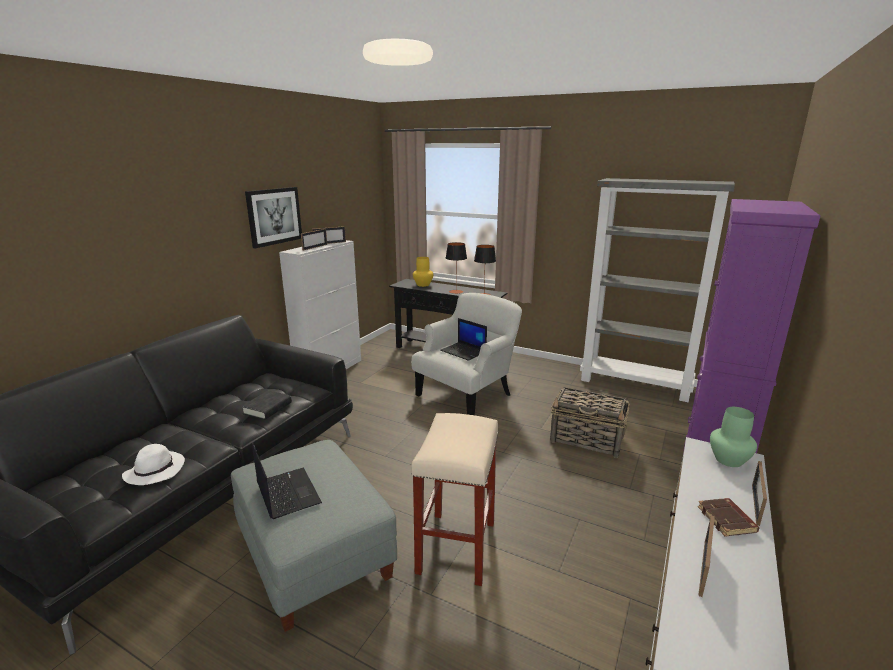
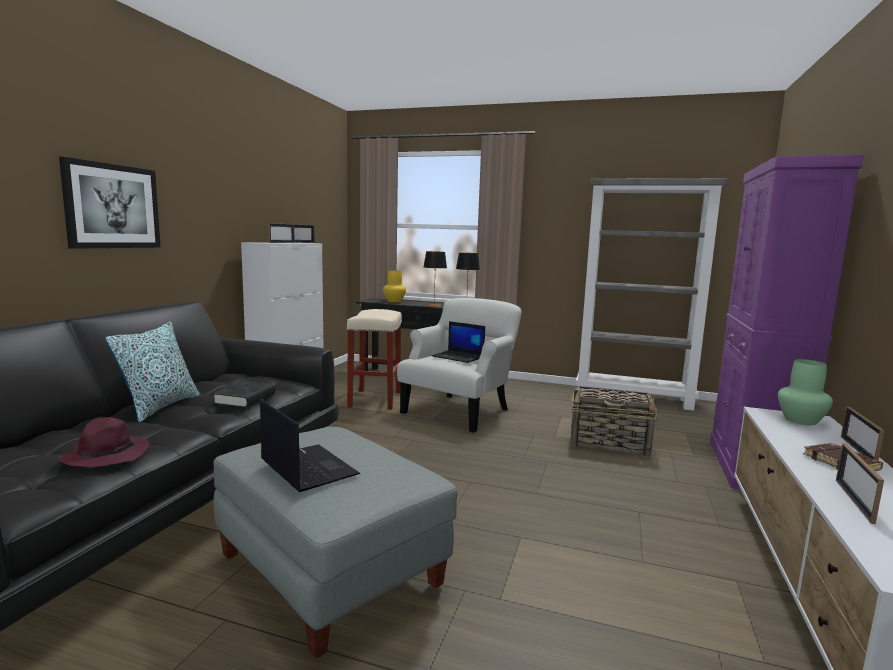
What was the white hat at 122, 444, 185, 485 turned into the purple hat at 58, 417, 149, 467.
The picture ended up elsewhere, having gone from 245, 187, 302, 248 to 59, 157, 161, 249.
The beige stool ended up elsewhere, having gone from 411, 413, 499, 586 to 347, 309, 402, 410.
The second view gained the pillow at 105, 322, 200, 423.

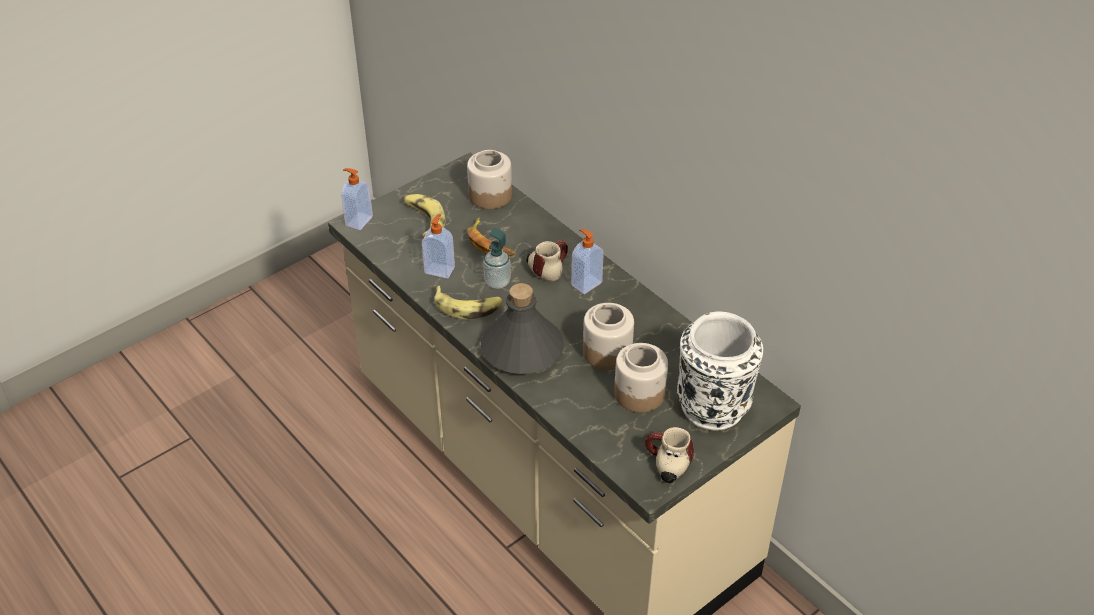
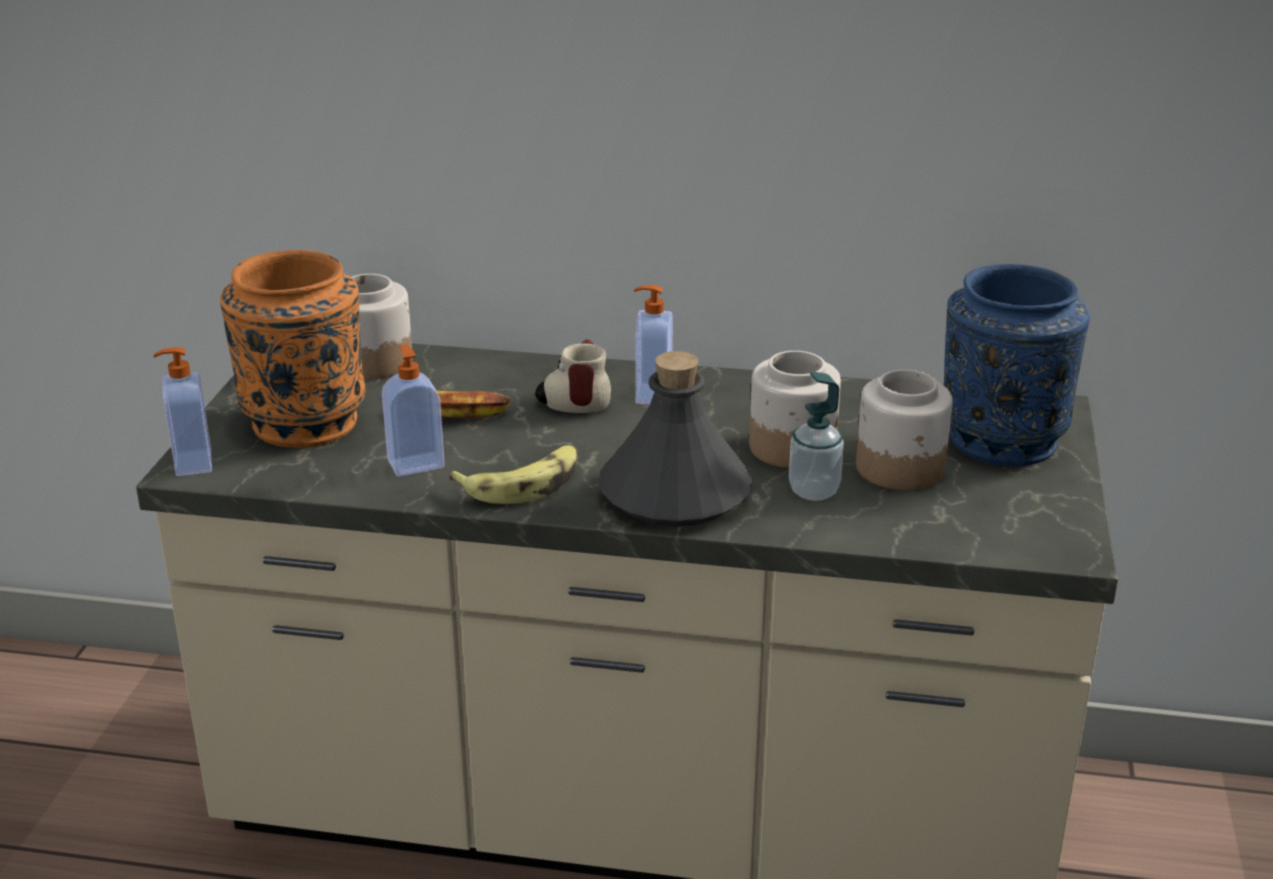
Where the banana stood at 403, 194, 445, 236, the orange vase came to stand at 220, 250, 366, 448.
The soap dispenser ended up elsewhere, having gone from 483, 227, 511, 289 to 789, 371, 844, 501.
The second view lost the mug at 645, 427, 694, 483.
What was the white vase at 677, 312, 763, 431 turned into the blue vase at 944, 264, 1090, 467.

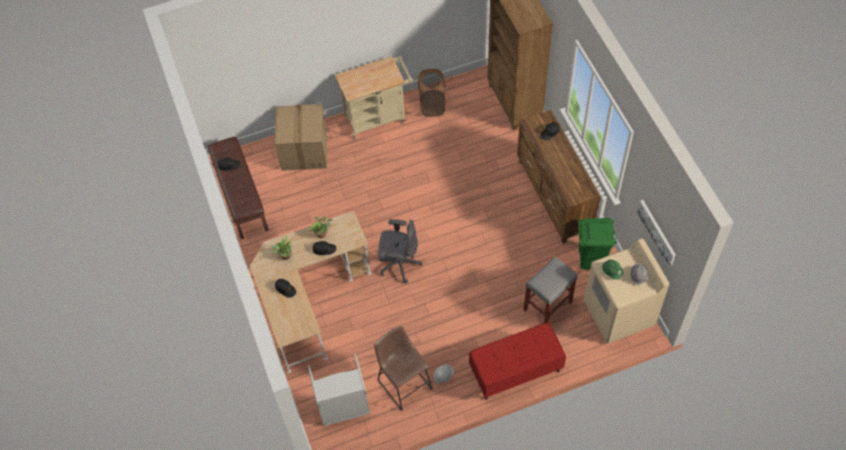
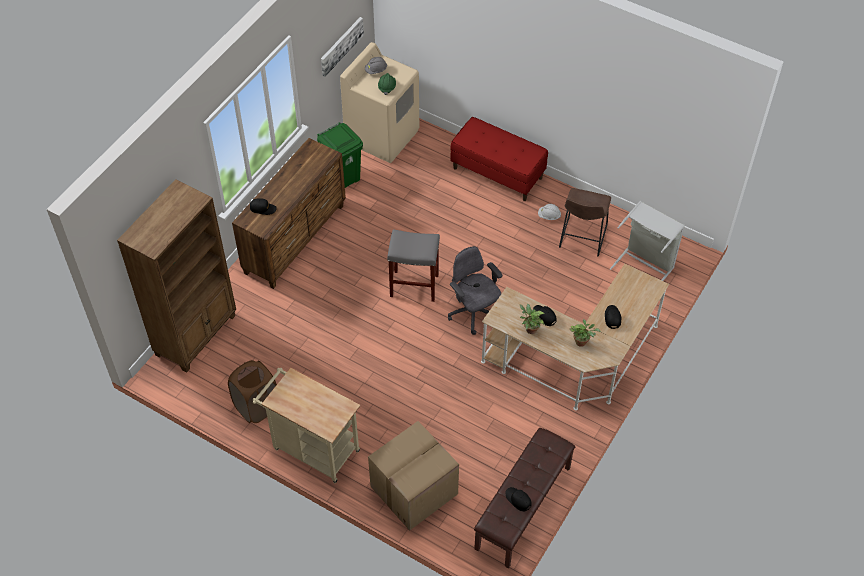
The grey stool ended up elsewhere, having gone from 523, 256, 578, 323 to 387, 229, 440, 302.

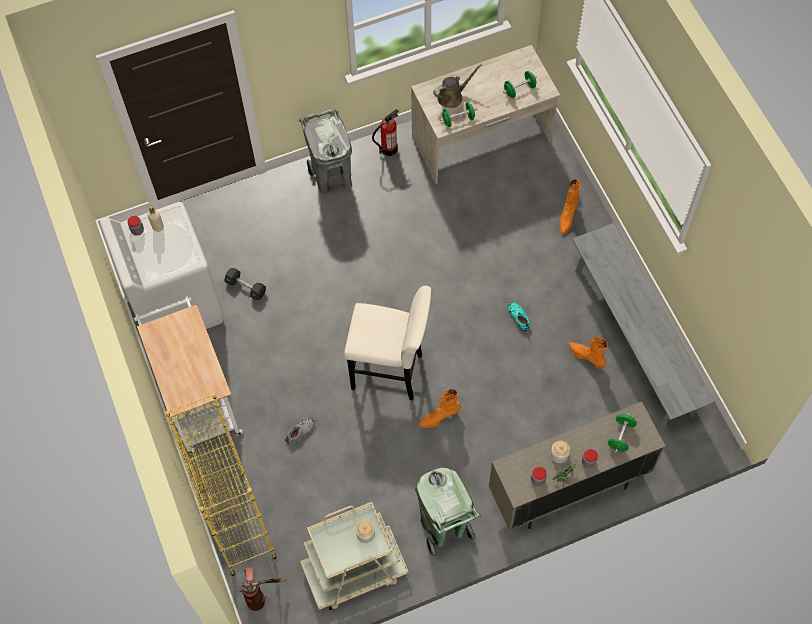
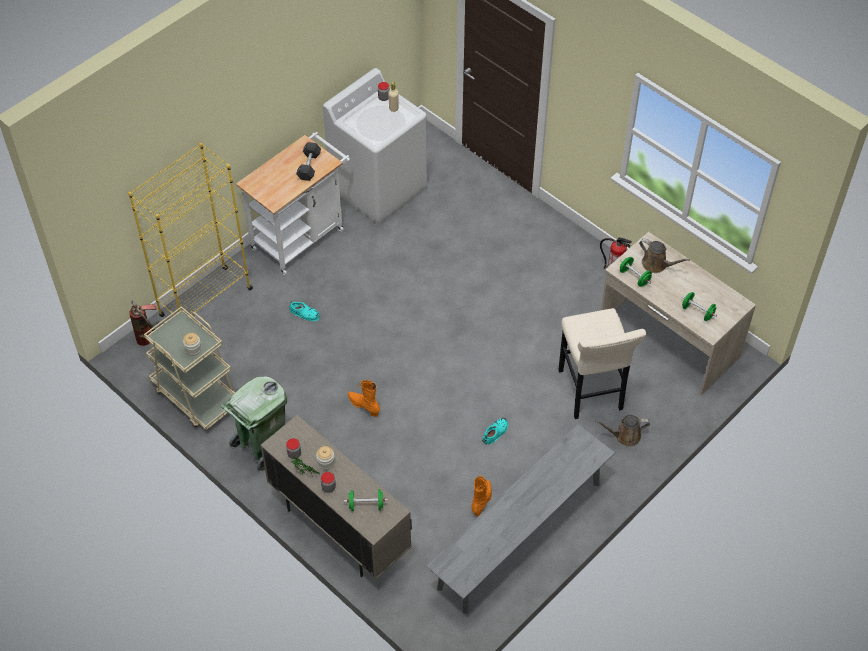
The black dumbbell ended up elsewhere, having gone from 224, 268, 266, 300 to 296, 142, 321, 181.
What was the grey shoe at 285, 417, 316, 444 turned into the turquoise shoe at 289, 301, 320, 321.
The second view lost the grey trash can at 299, 109, 352, 194.
The beige stool ended up elsewhere, having gone from 344, 286, 431, 400 to 558, 308, 646, 419.
Where the orange boot stood at 559, 179, 581, 234, the brown watering can came to stand at 595, 415, 650, 446.

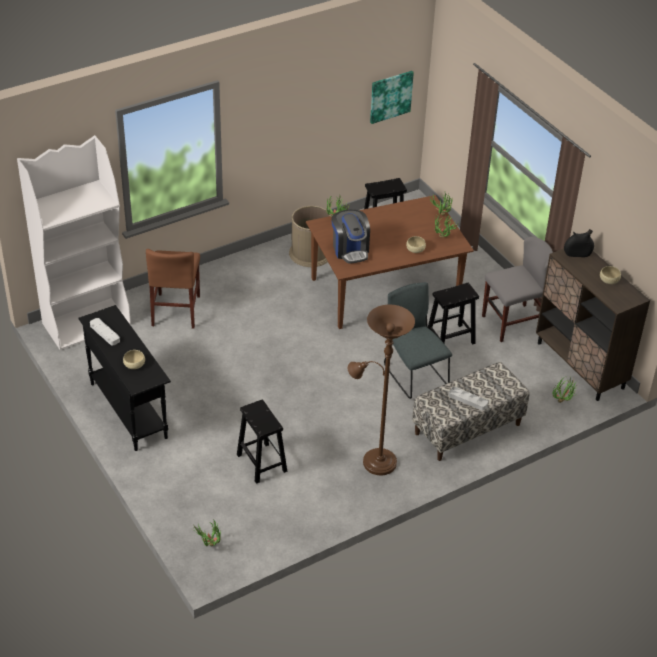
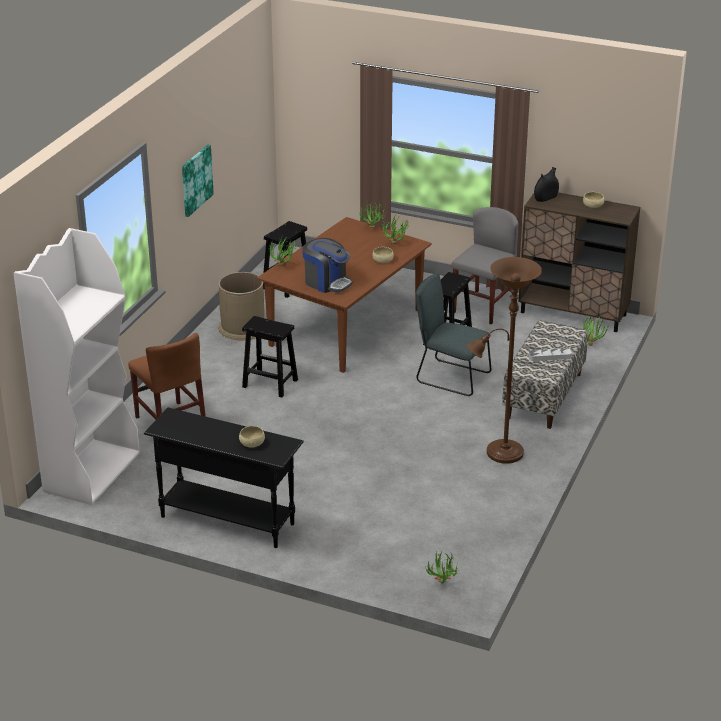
The second view lost the grey tray at 90, 318, 120, 346.
The black stool ended up elsewhere, having gone from 237, 399, 287, 484 to 242, 316, 298, 398.
The picture ended up elsewhere, having gone from 370, 71, 414, 124 to 182, 145, 214, 217.

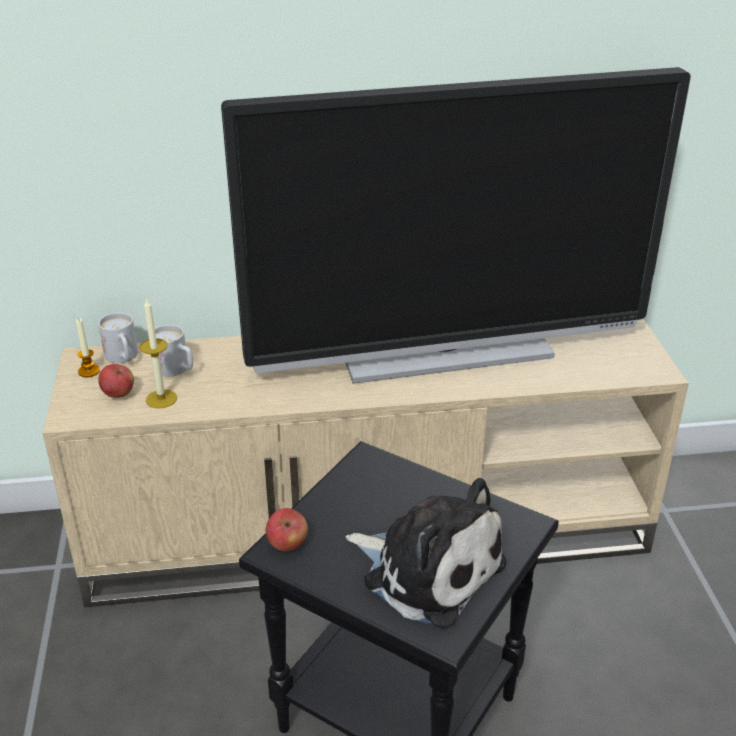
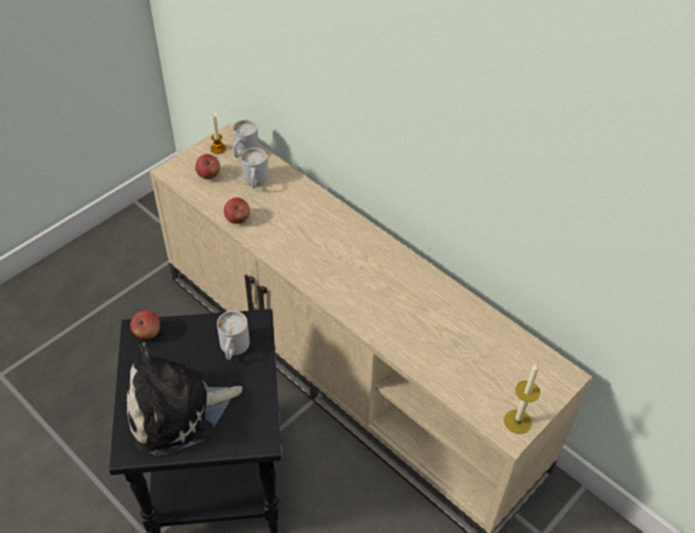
The candle ended up elsewhere, having gone from 140, 298, 177, 408 to 504, 363, 540, 434.
The second view lost the television at 221, 67, 691, 384.
The plush toy at 346, 478, 506, 629 ended up facing another way, 75 degrees clockwise from before.
The second view gained the white mug at 217, 311, 250, 360.
The second view gained the apple at 224, 198, 250, 224.

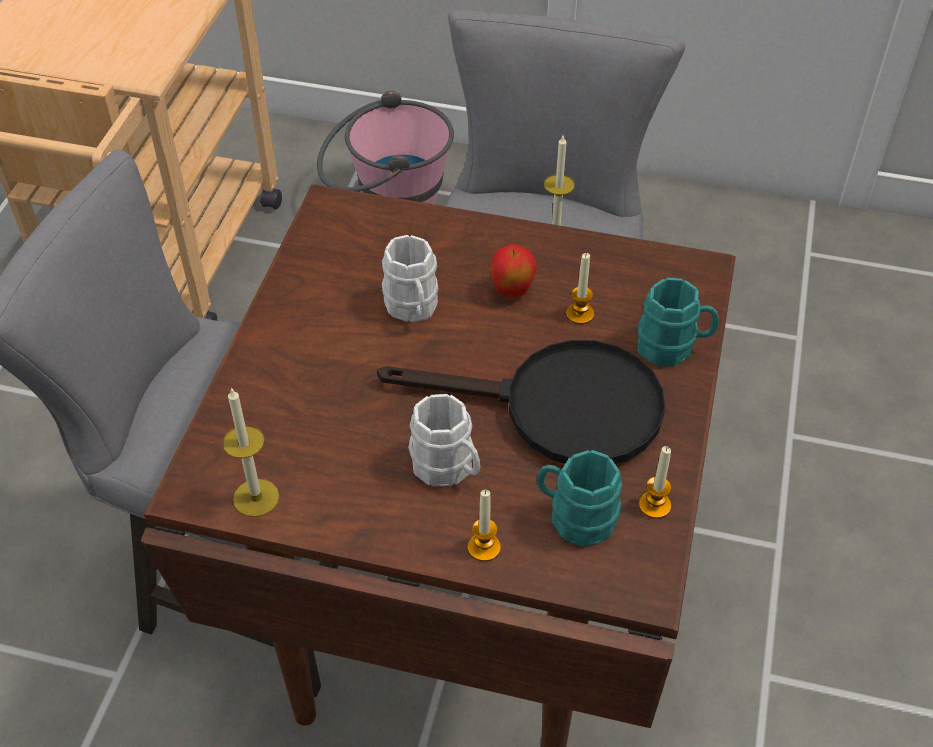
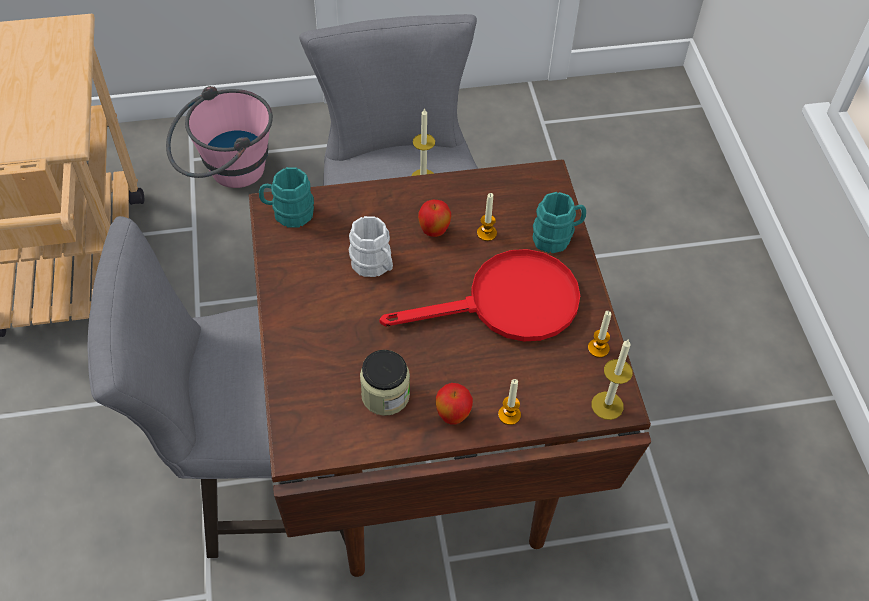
The candle ended up elsewhere, having gone from 223, 387, 279, 517 to 592, 339, 633, 420.
What was the black frying pan at 377, 340, 665, 464 turned into the red frying pan at 379, 249, 580, 342.
The second view lost the white mug at 408, 394, 480, 487.
The turquoise mug ended up elsewhere, having gone from 537, 450, 622, 547 to 259, 167, 314, 228.
The second view gained the jar at 360, 350, 410, 416.
The second view gained the apple at 436, 383, 473, 425.

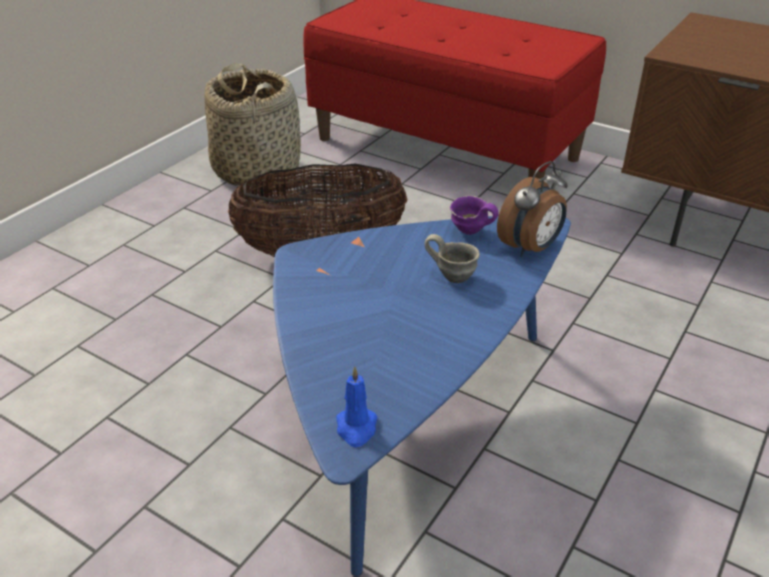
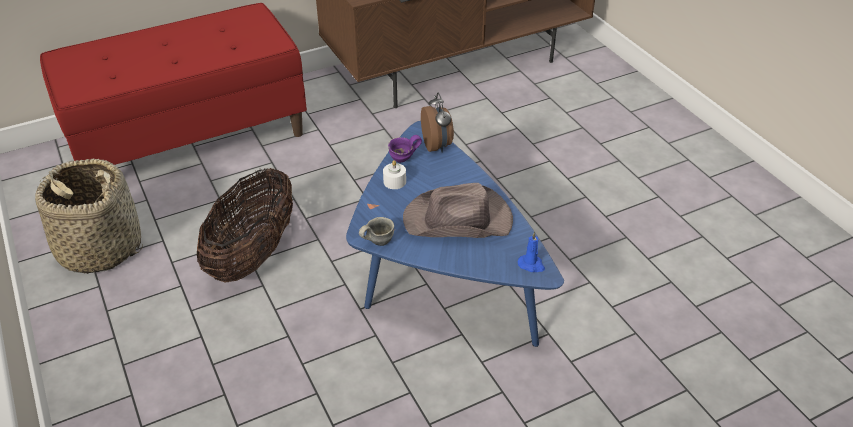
The grey mug ended up elsewhere, having gone from 424, 234, 480, 283 to 359, 217, 394, 246.
The second view gained the white candle at 383, 160, 406, 189.
The second view gained the brown hat at 403, 183, 513, 238.

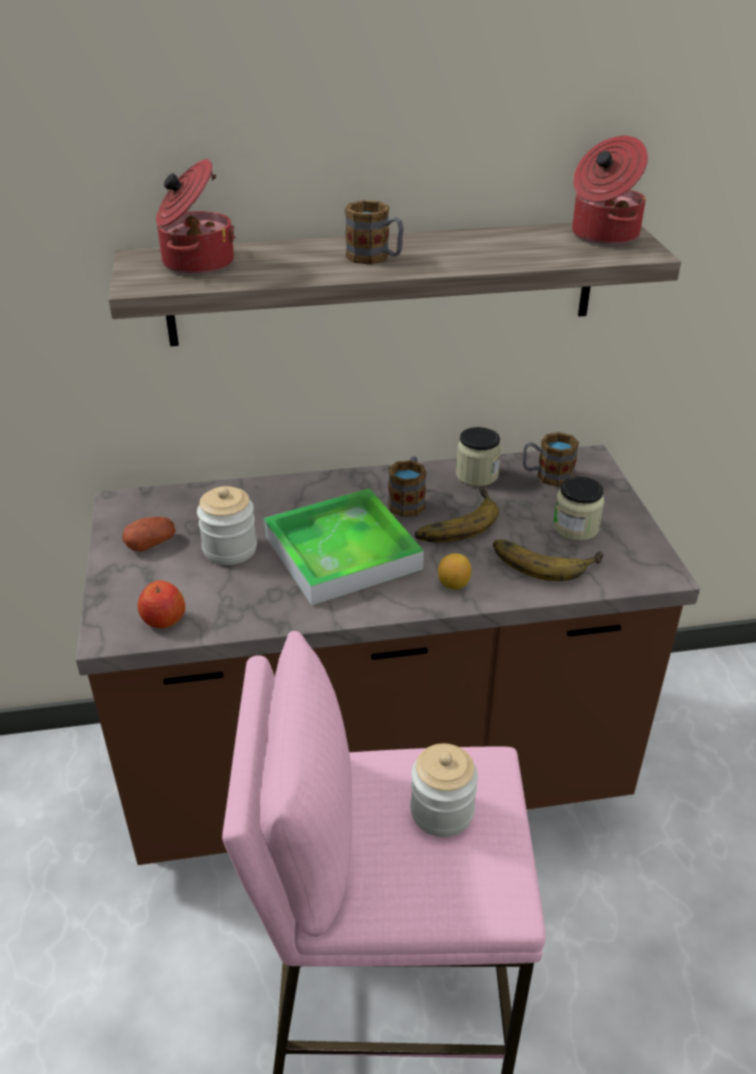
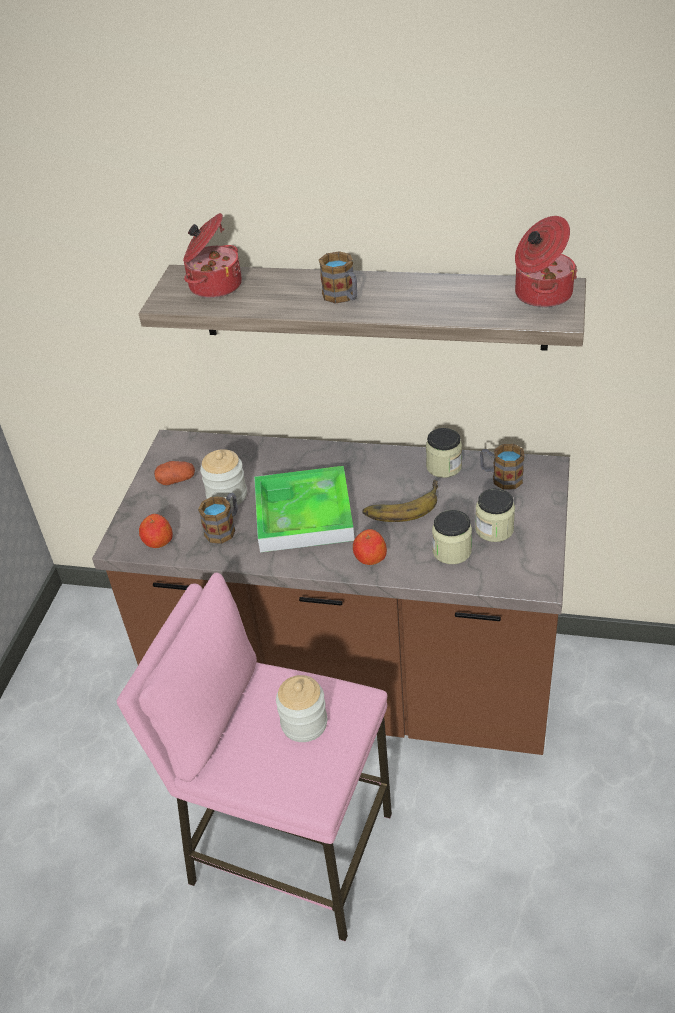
The mug ended up elsewhere, having gone from 388, 456, 426, 517 to 198, 493, 238, 544.
Where the lemon stood at 438, 553, 471, 590, the apple came to stand at 353, 529, 387, 565.
Where the banana stood at 493, 540, 603, 581, the jar came to stand at 432, 510, 472, 564.

